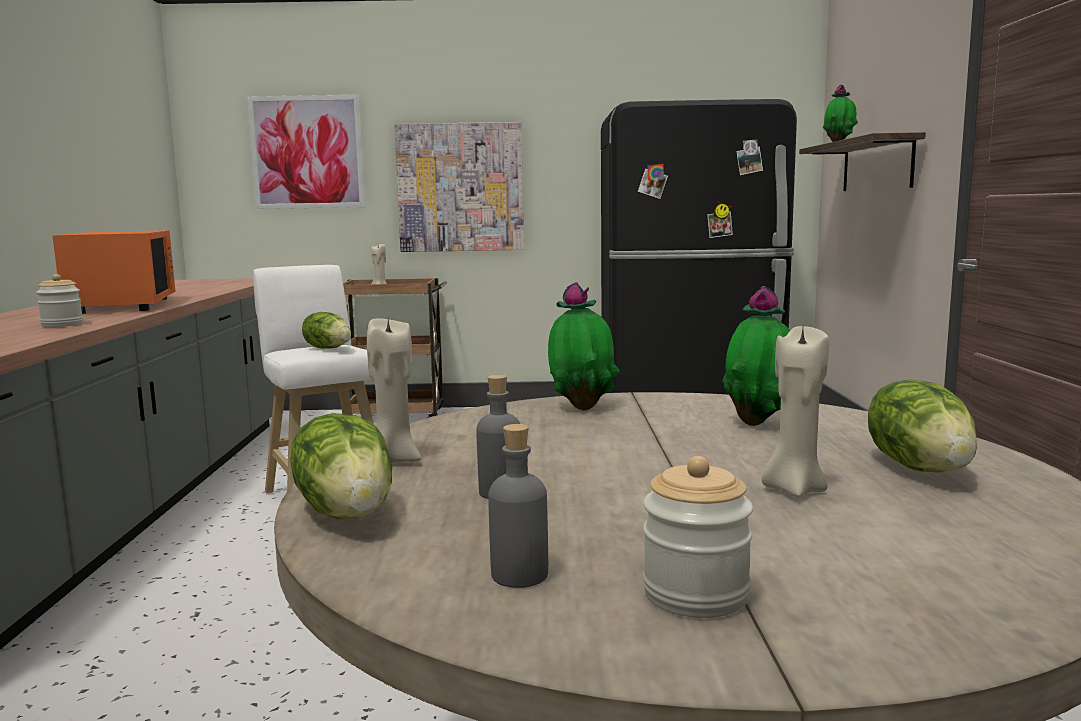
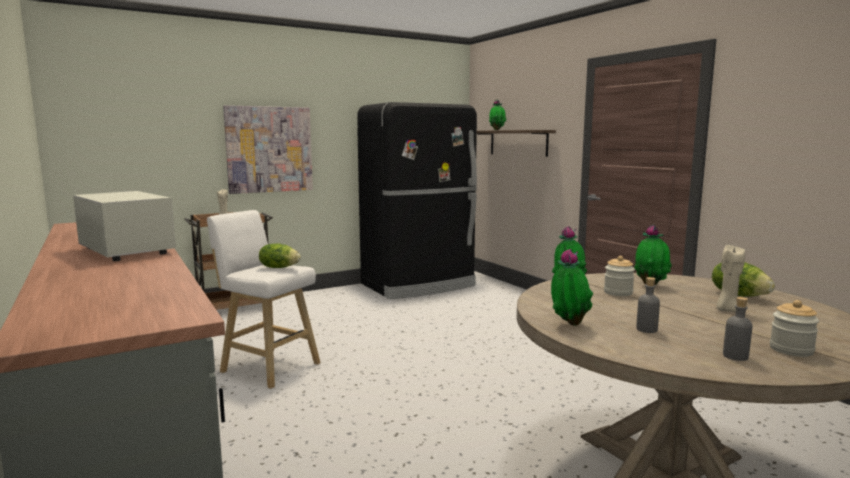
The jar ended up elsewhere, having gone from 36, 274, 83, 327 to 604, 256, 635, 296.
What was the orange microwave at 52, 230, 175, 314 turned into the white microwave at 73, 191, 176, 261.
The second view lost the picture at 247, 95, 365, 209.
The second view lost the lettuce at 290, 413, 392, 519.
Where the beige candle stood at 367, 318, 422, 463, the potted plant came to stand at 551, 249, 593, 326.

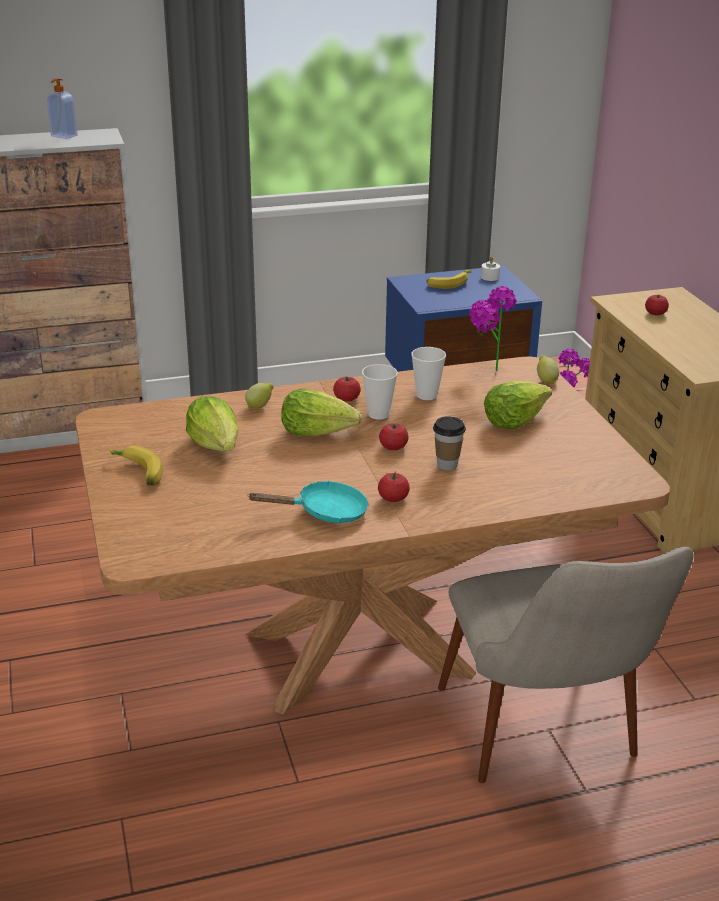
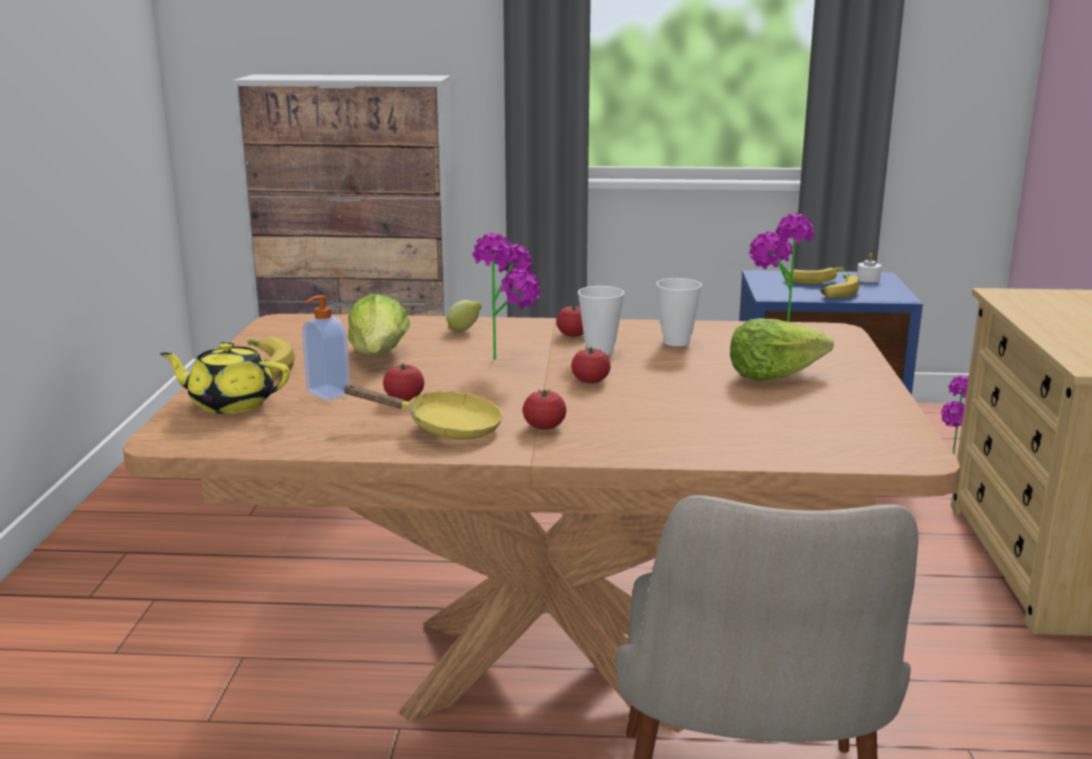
The soap dispenser ended up elsewhere, having gone from 47, 78, 78, 139 to 302, 295, 350, 401.
What was the turquoise frying pan at 247, 481, 369, 523 turned into the yellow frying pan at 342, 385, 503, 439.
Where the lettuce stood at 281, 389, 362, 436, the potted plant came to stand at 473, 233, 540, 360.
The second view lost the cup at 433, 416, 466, 470.
The second view lost the lemon at 537, 355, 559, 384.
The tomato ended up elsewhere, having gone from 645, 295, 669, 315 to 383, 364, 424, 401.
The second view gained the yellow teapot at 160, 341, 290, 414.
The second view gained the banana at 821, 274, 860, 298.

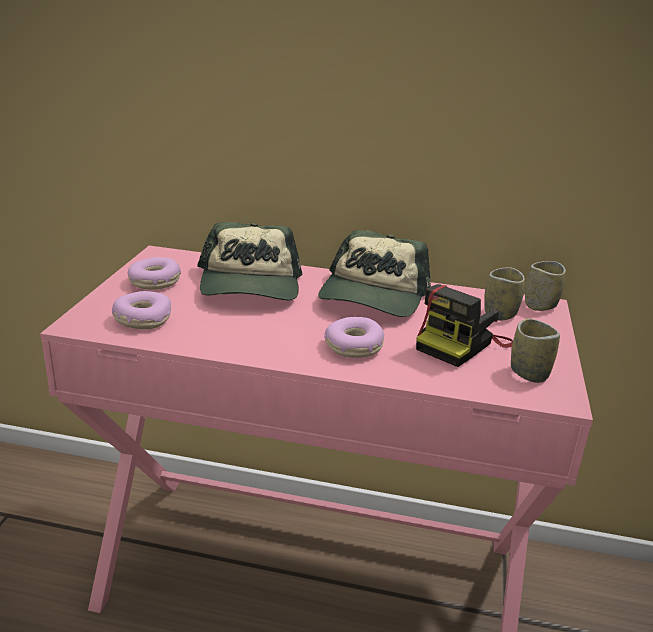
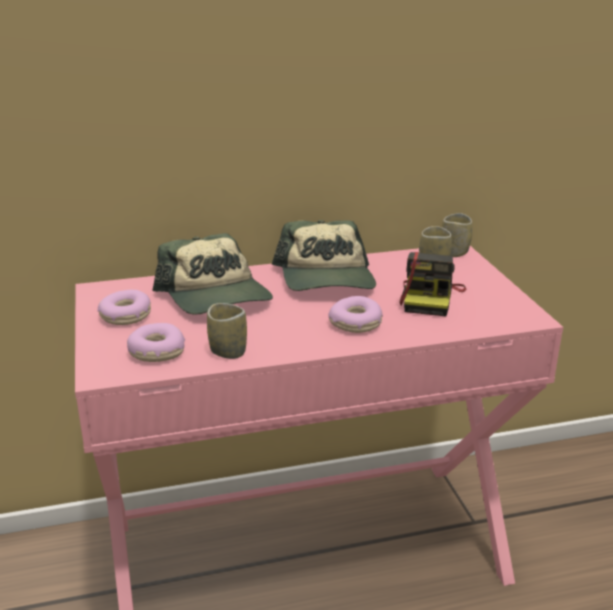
The cup ended up elsewhere, having gone from 511, 319, 560, 383 to 207, 303, 247, 359.

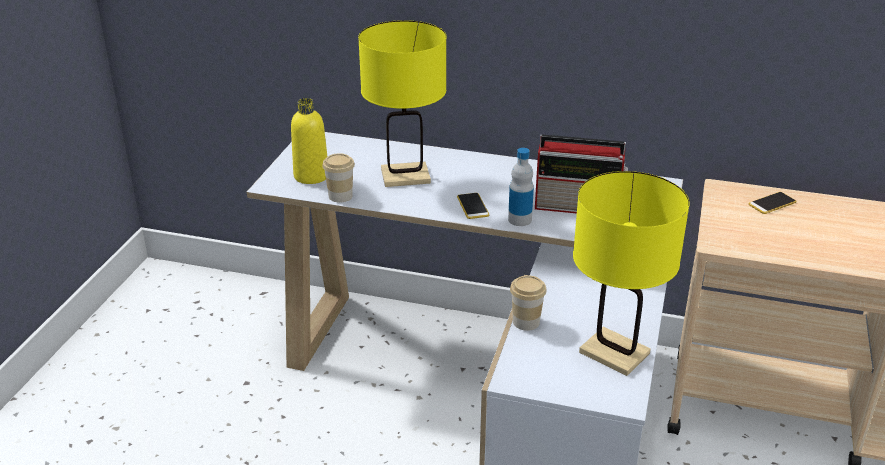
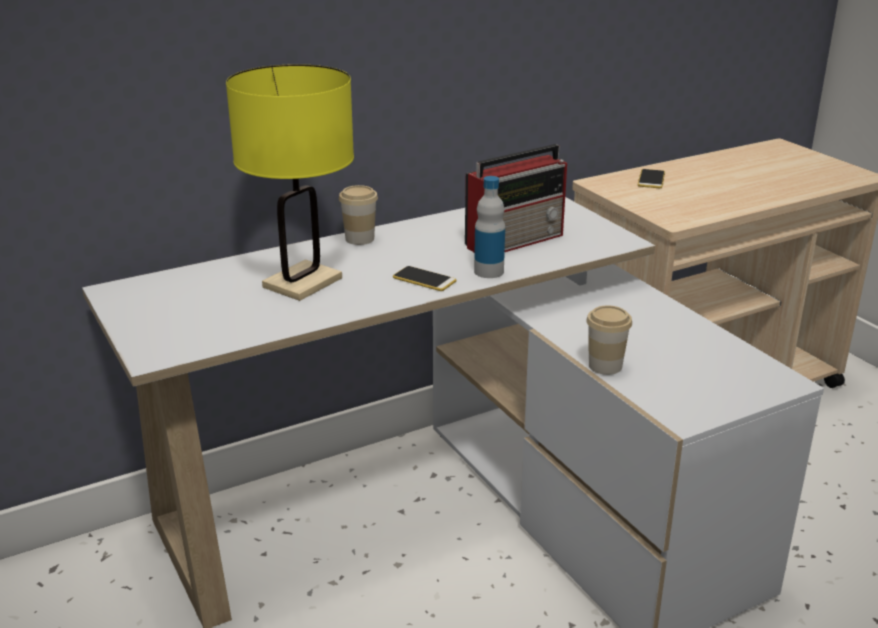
The second view lost the yellow bottle at 291, 98, 327, 184.
The cup ended up elsewhere, having gone from 322, 153, 355, 203 to 339, 185, 378, 245.
The second view lost the yellow table lamp at 573, 171, 689, 376.

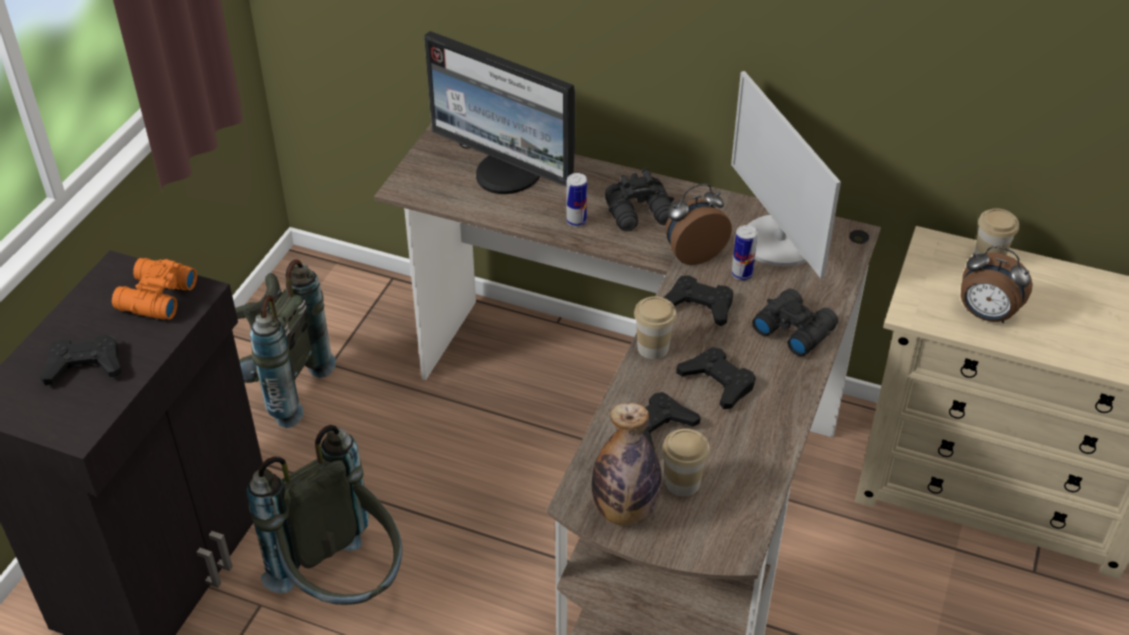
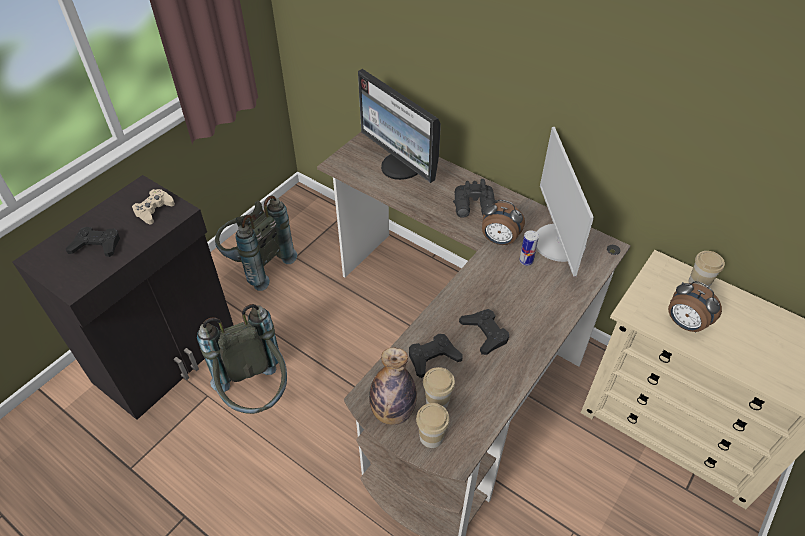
Where the orange binoculars stood at 112, 258, 197, 320, the beige game controller came to stand at 132, 189, 175, 224.
The second view lost the can at 566, 173, 587, 227.
The cup ended up elsewhere, having gone from 634, 296, 677, 359 to 416, 403, 450, 448.
The second view lost the black game controller at 663, 275, 733, 326.
The alarm clock at 665, 183, 732, 265 ended up facing another way, 150 degrees counterclockwise from before.
The second view lost the black binoculars at 752, 289, 838, 356.

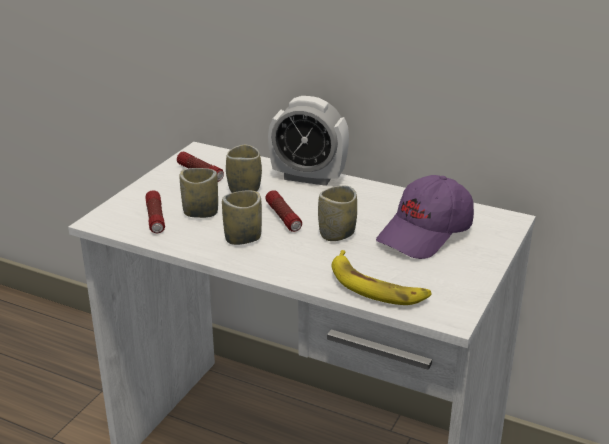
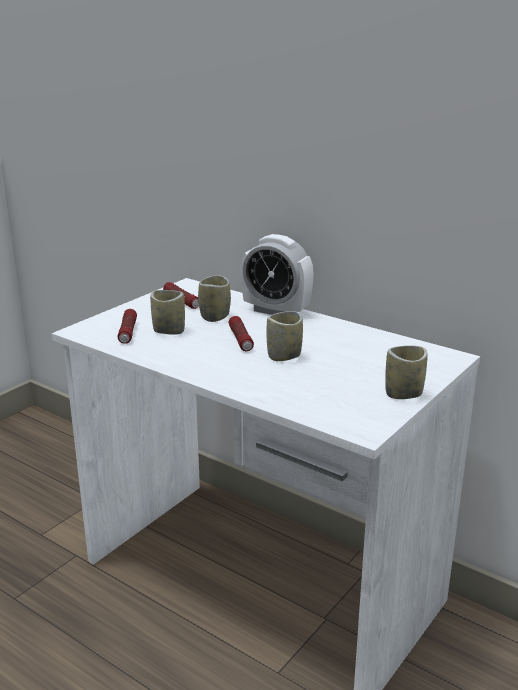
The cup ended up elsewhere, having gone from 222, 190, 262, 245 to 385, 345, 428, 399.
The second view lost the banana at 332, 250, 432, 305.
The second view lost the purple cap at 376, 175, 474, 259.

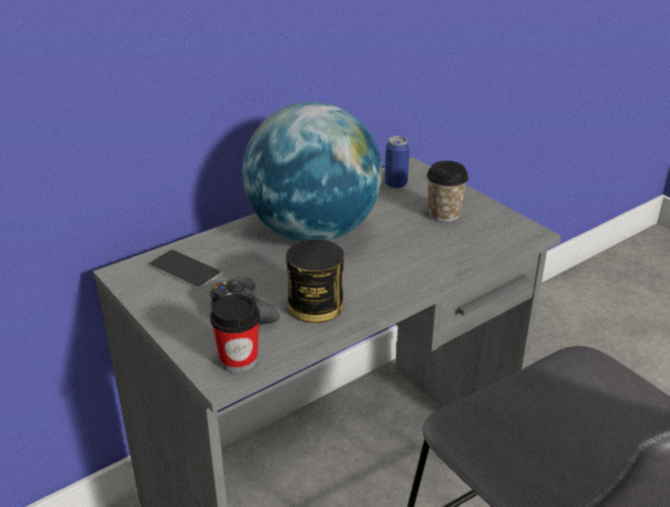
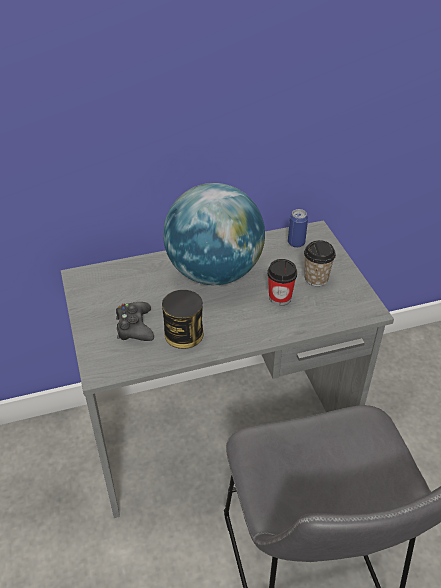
The second view lost the phone at 148, 250, 222, 289.
The cup ended up elsewhere, having gone from 210, 294, 260, 373 to 267, 259, 297, 306.

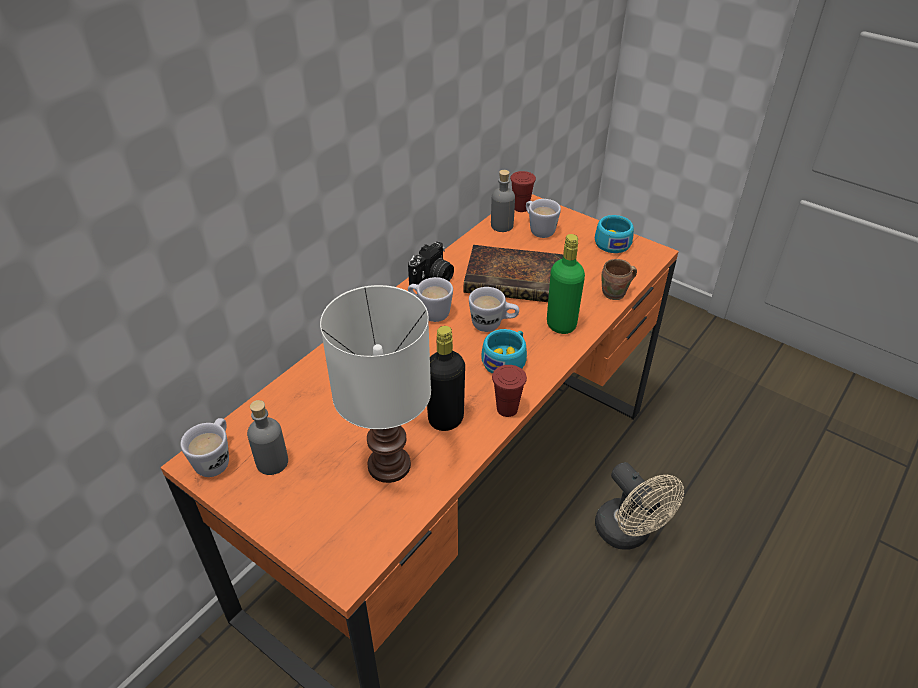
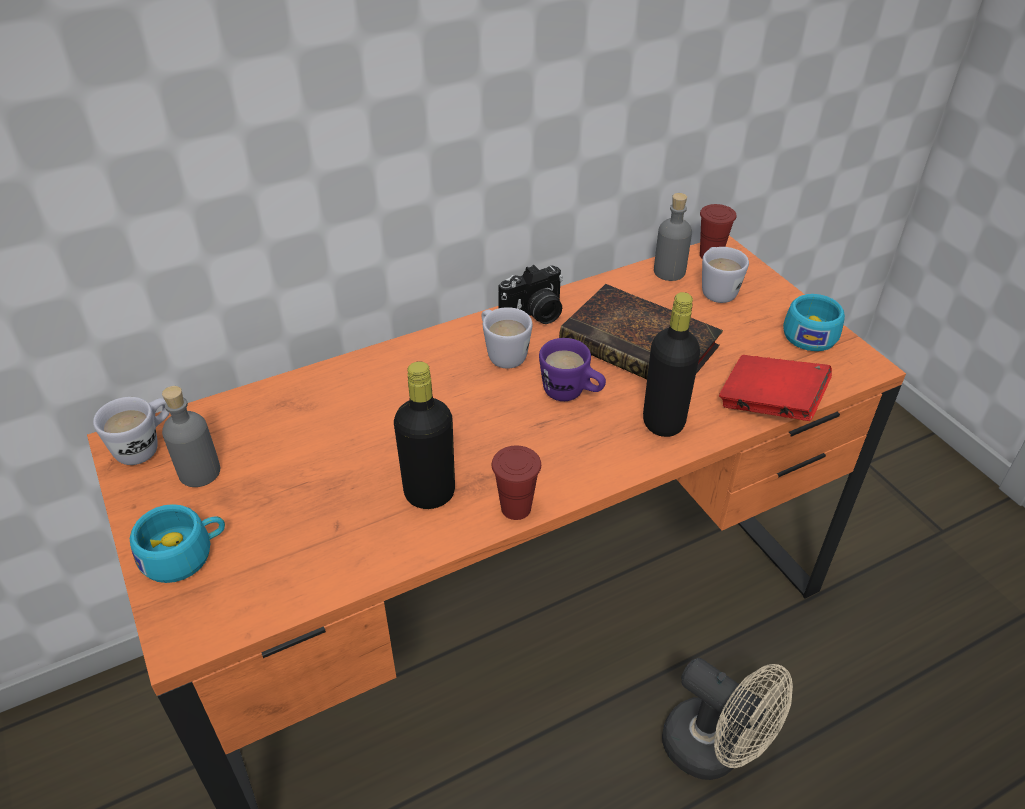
The second view lost the white table lamp at 320, 285, 431, 483.
What was the white mug at 469, 287, 519, 332 turned into the purple mug at 539, 338, 606, 401.
The turquoise cup ended up elsewhere, having gone from 481, 329, 527, 374 to 130, 504, 225, 583.
What was the green bottle at 547, 234, 585, 334 turned into the black bottle at 643, 292, 700, 437.
The beige fan at 595, 462, 684, 550 ended up facing another way, 45 degrees counterclockwise from before.
Where the brown mug stood at 602, 259, 637, 300, the red book came to stand at 719, 355, 832, 421.

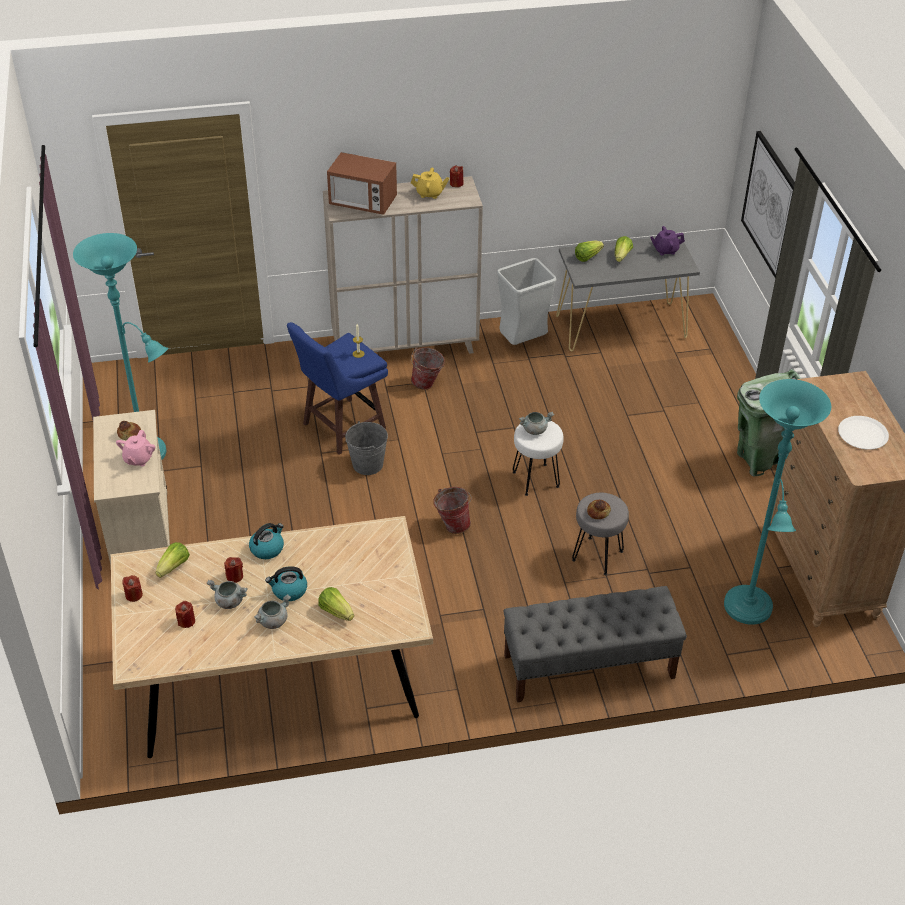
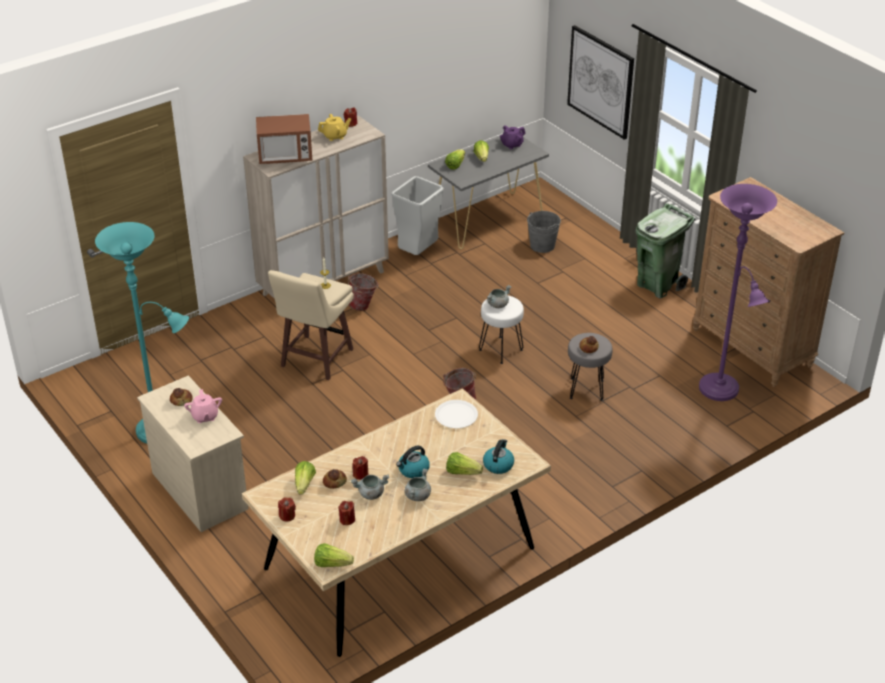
The kettle ended up elsewhere, having gone from 249, 523, 284, 559 to 483, 439, 514, 474.
What was the blue stool at 287, 322, 388, 455 turned into the beige stool at 268, 270, 354, 380.
The grey bucket ended up elsewhere, having gone from 345, 421, 388, 475 to 527, 211, 561, 253.
The second view lost the grey bench at 503, 586, 687, 702.
What was the turquoise floor lamp at 724, 379, 831, 625 turned into the purple floor lamp at 699, 184, 777, 401.
The white plate ended up elsewhere, having gone from 838, 416, 889, 450 to 435, 400, 478, 428.
The second view gained the lettuce at 314, 543, 354, 567.
The second view gained the bread at 323, 469, 347, 489.

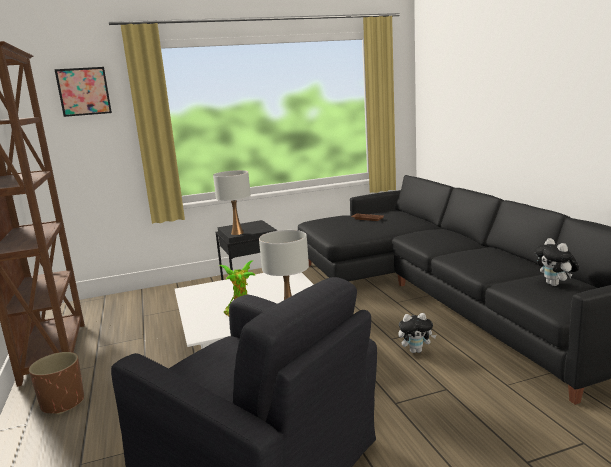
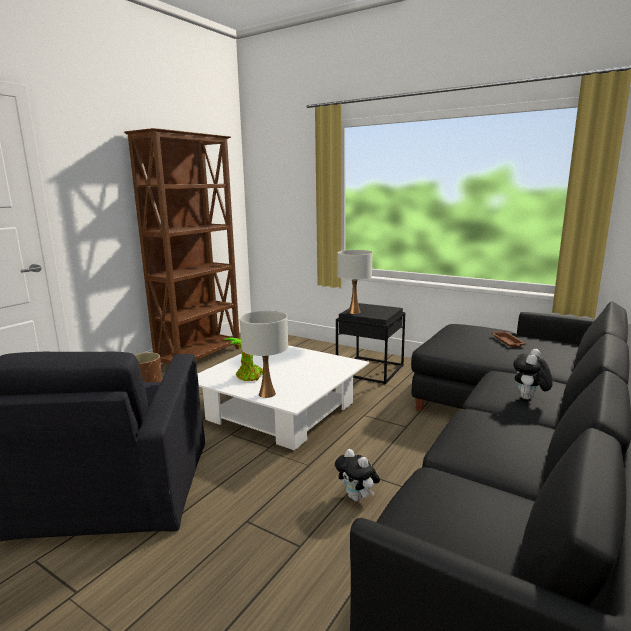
The second view lost the picture at 54, 67, 112, 117.
The plush toy ended up elsewhere, having gone from 534, 238, 579, 286 to 513, 349, 553, 399.

